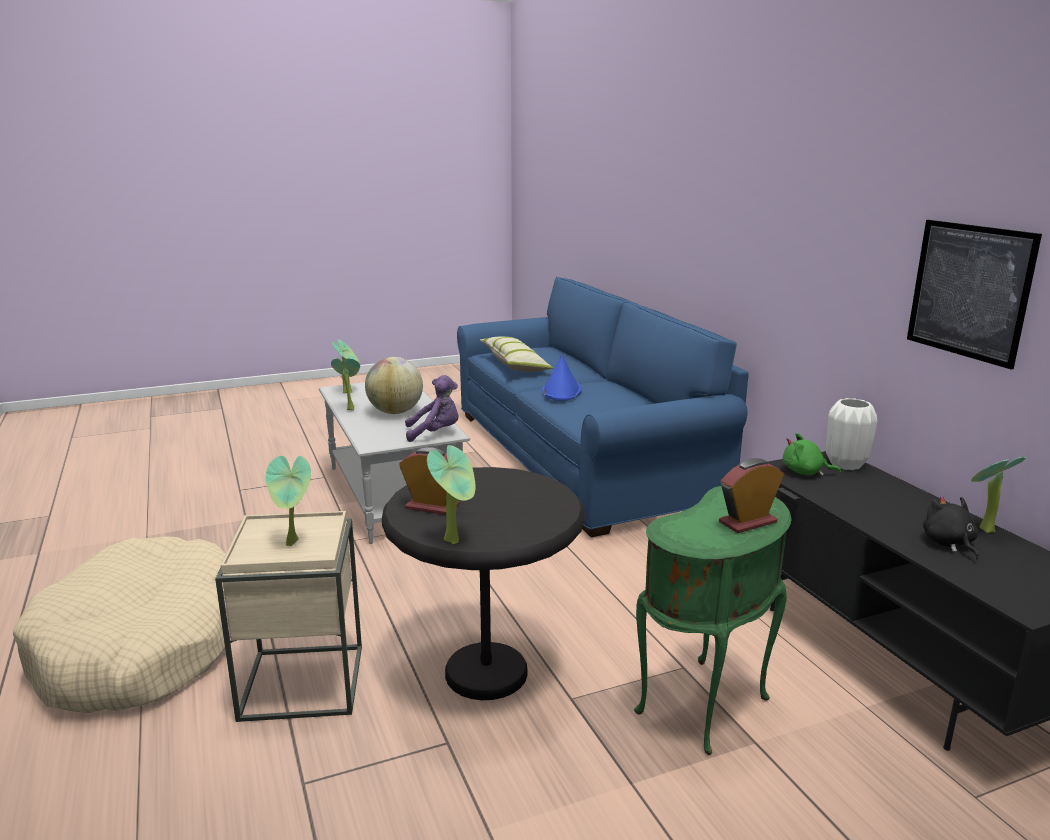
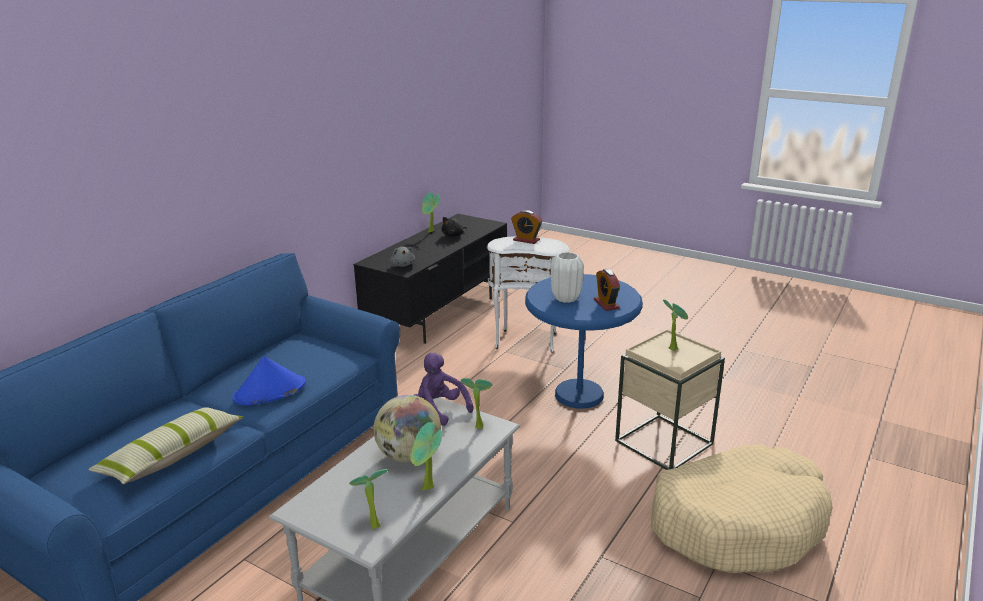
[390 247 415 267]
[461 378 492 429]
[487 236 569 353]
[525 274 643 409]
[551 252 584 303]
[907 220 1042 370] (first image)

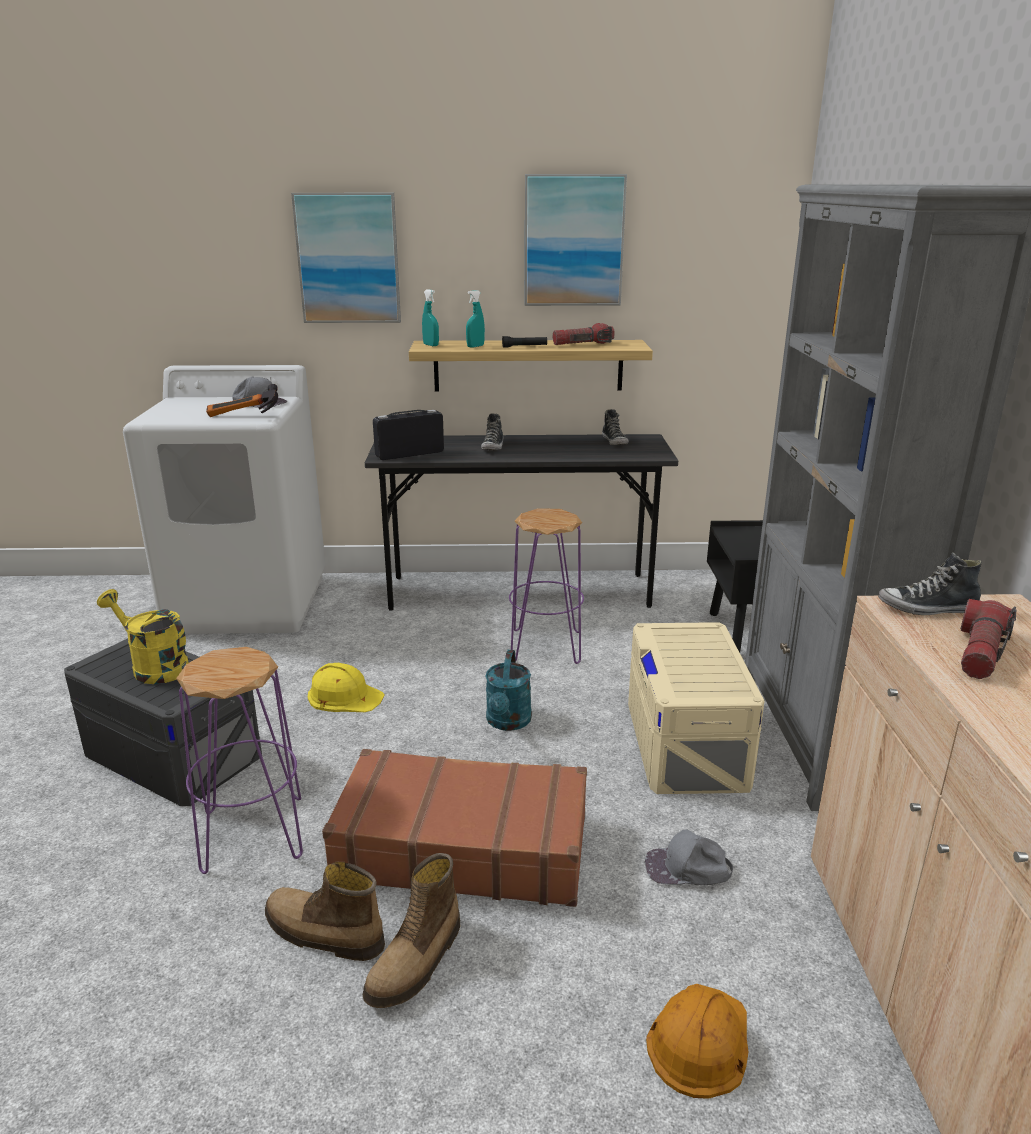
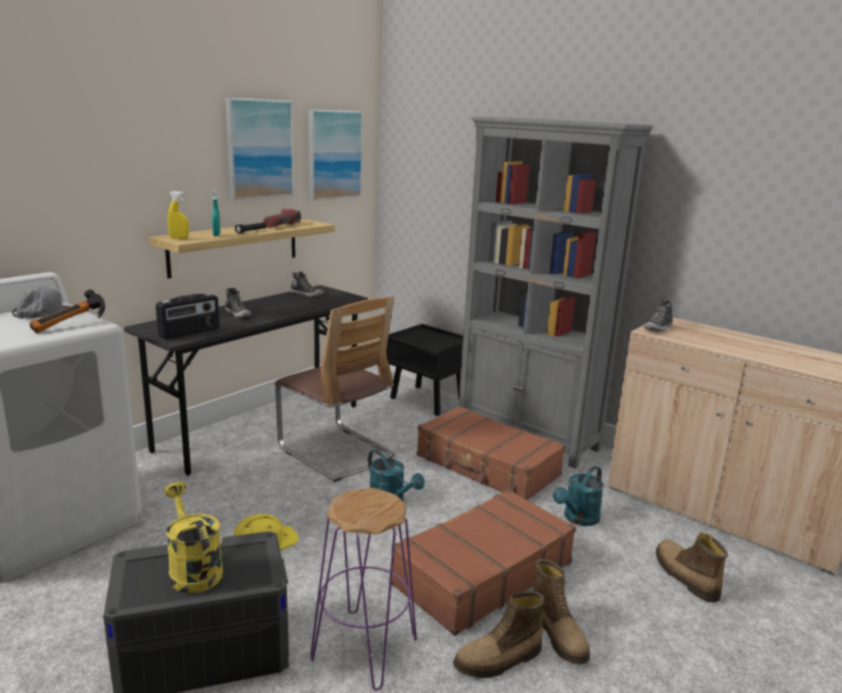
[156 293 219 340]
[164 481 223 593]
[168 191 189 239]
[275 297 395 482]
[308 109 363 200]
[417 406 565 500]
[553 466 604 526]
[656 533 728 602]
[961 599 1016 679] (first image)

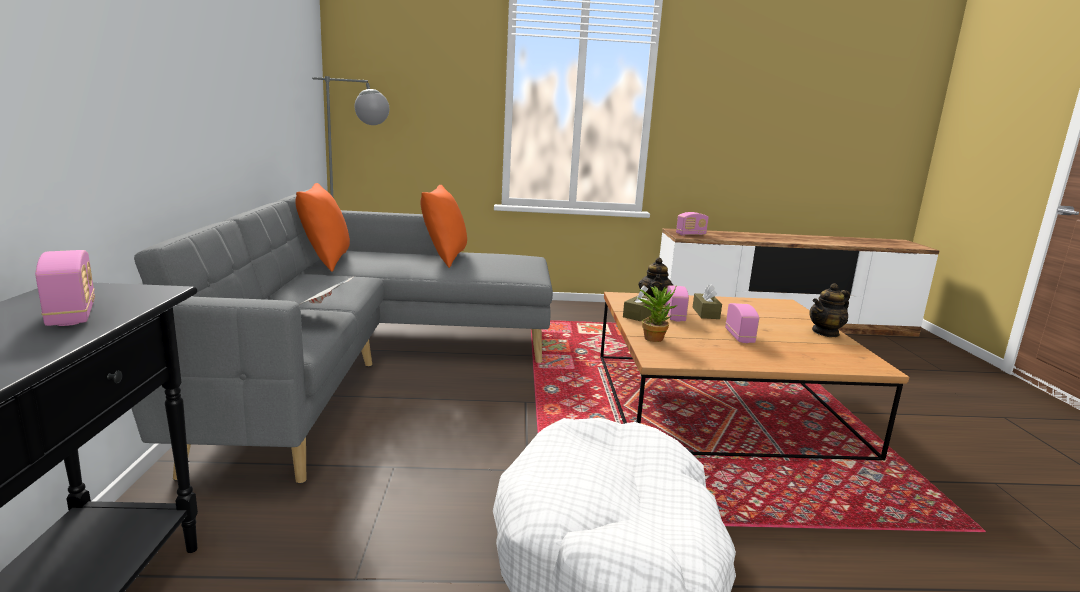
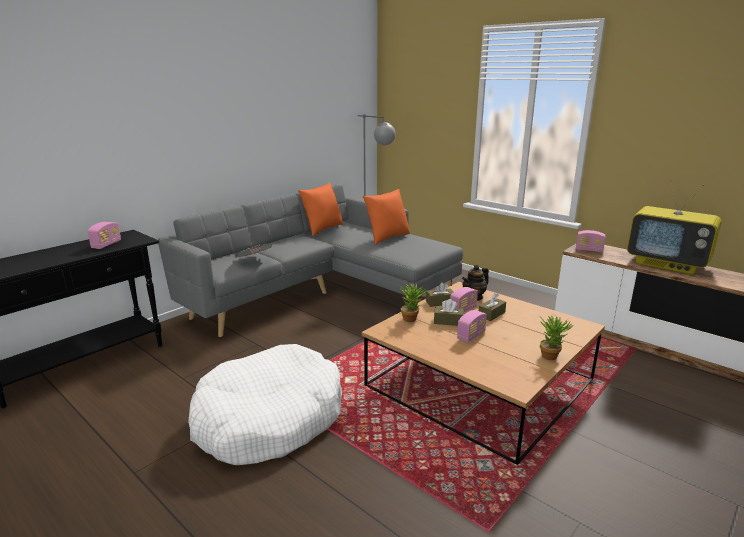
[434 299 464 326]
[539 316 574 360]
[627 180 722 275]

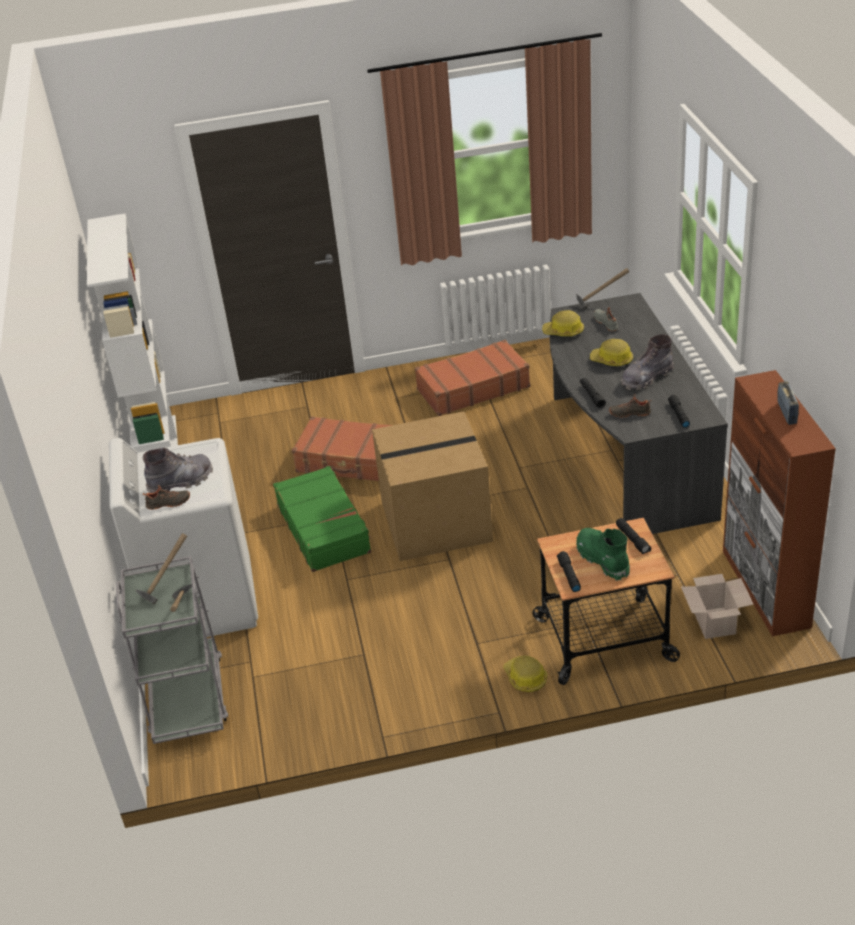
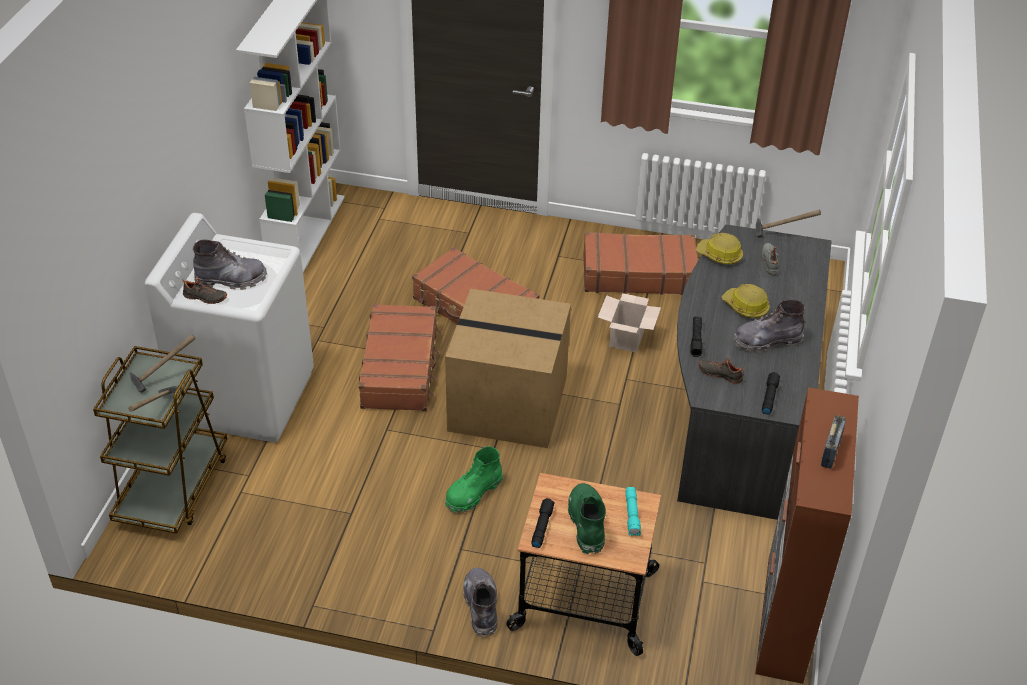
[93 346 227 534]
[358 304 441 411]
[445 446 503 513]
[463 568 498 637]
[598 293 661 353]
[625 487 641 536]

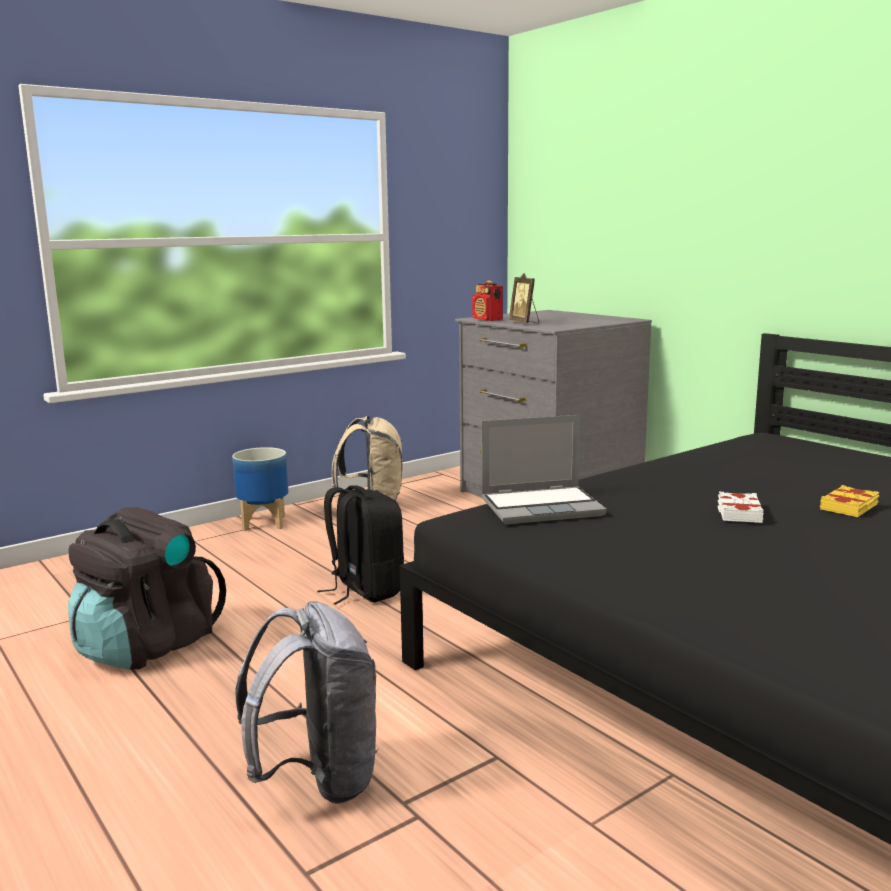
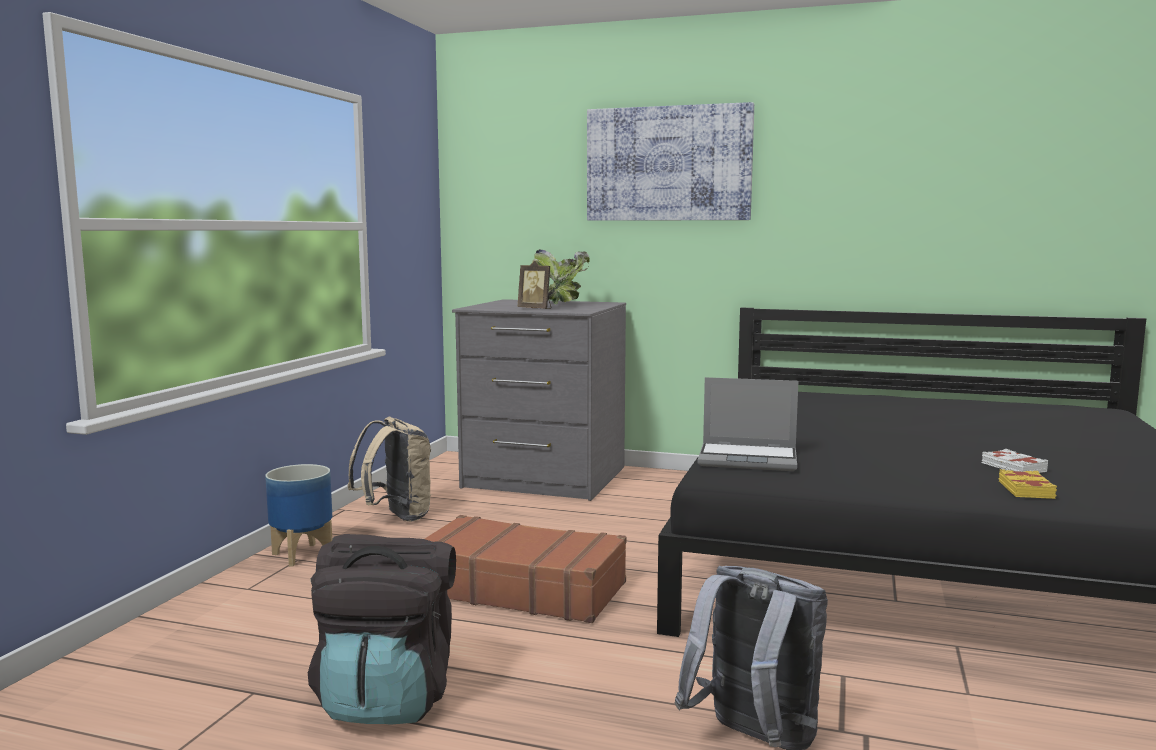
[425 515 627 623]
[531 250 590 304]
[587 102 754 221]
[697 377 798 471]
[982 449 1049 473]
[998 469 1057 499]
[472 281 503 321] (first image)

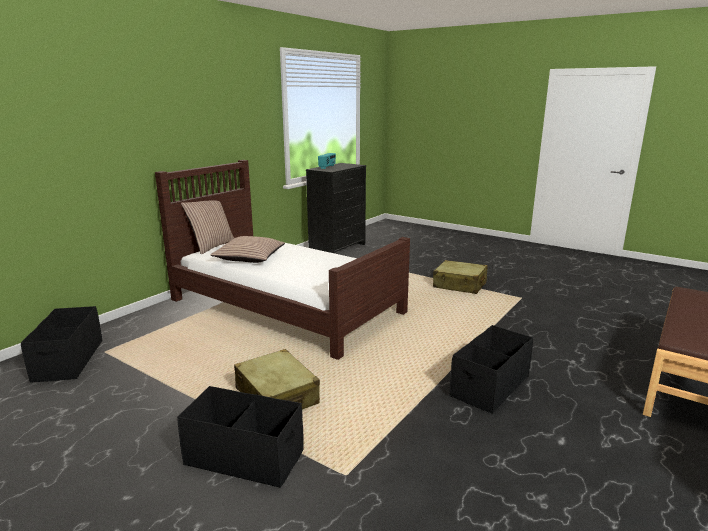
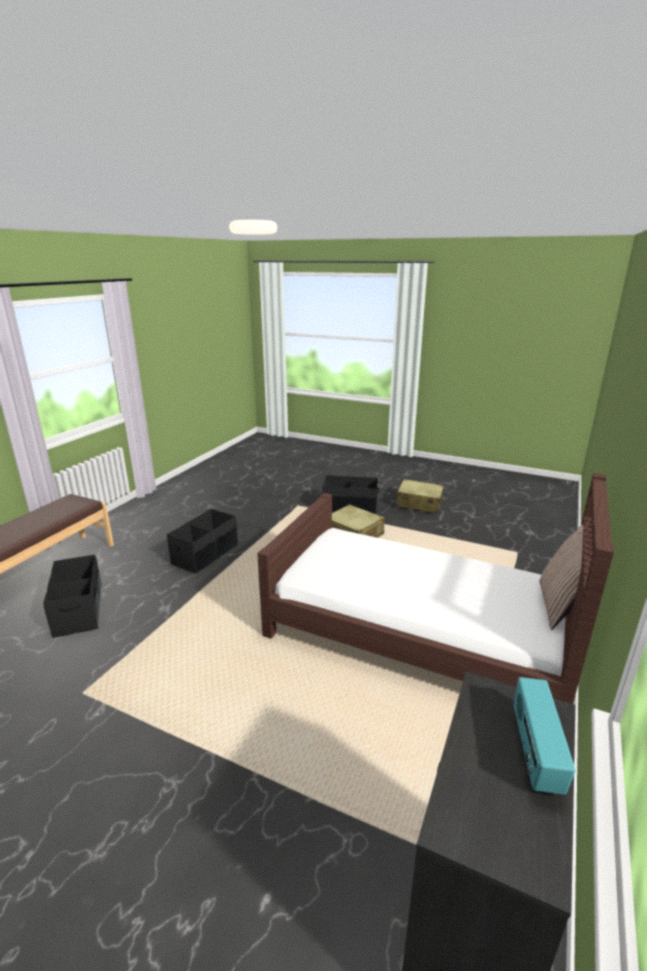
[43 555 102 638]
[396 479 444 514]
[210 236 285 263] (first image)

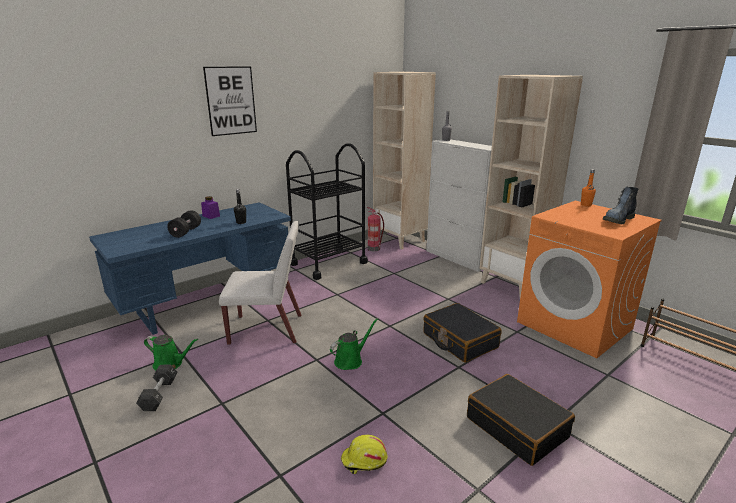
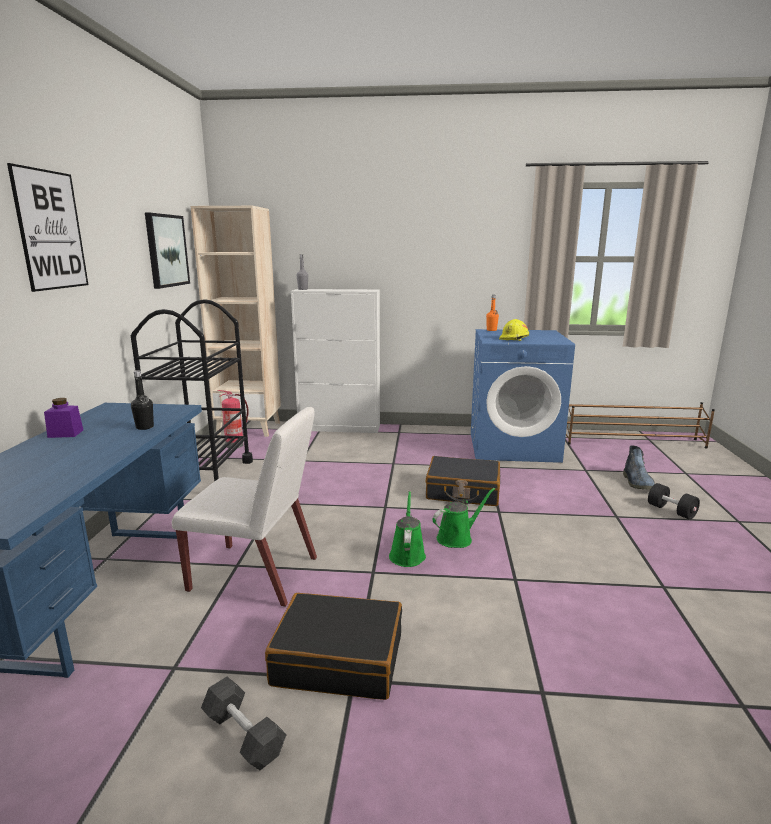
[145 213 190 289]
[172 407 317 607]
[265 593 402 700]
[433 488 495 548]
[471 329 575 463]
[499 319 529 341]
[623 446 655 490]
[648 483 700 520]
[479 75 583 297] (first image)

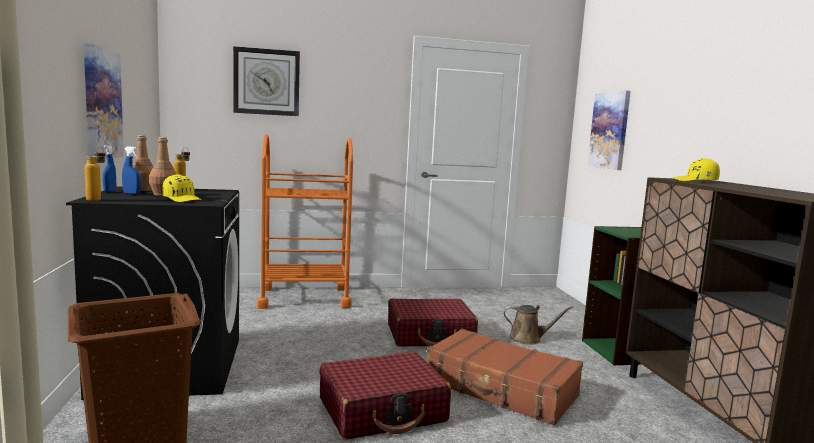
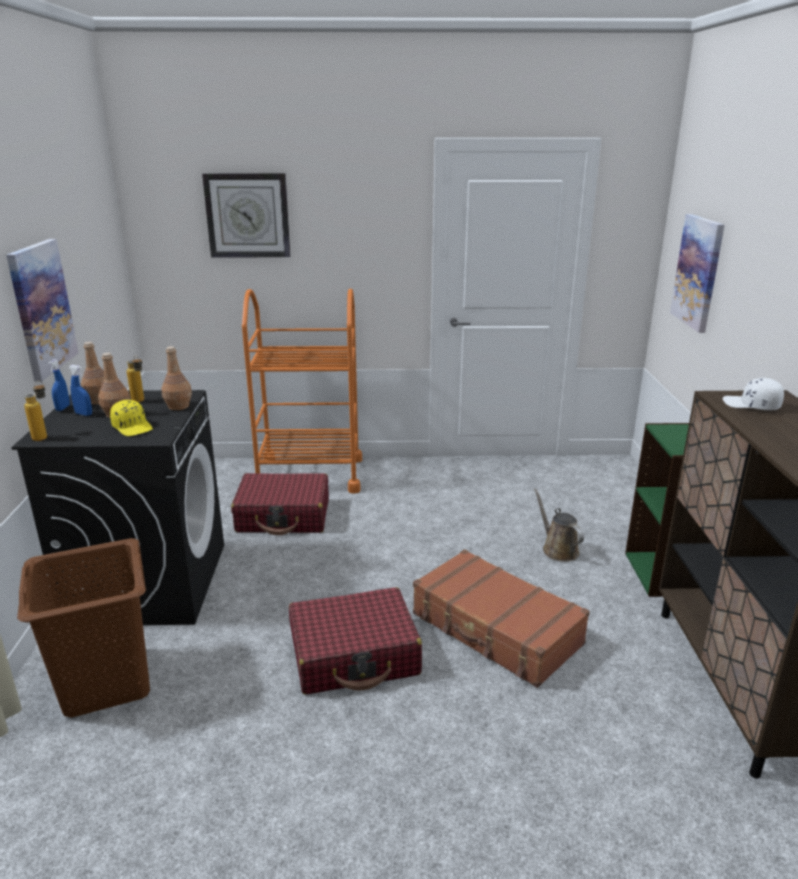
[161 346 192 410]
[231 473 329 535]
[534 488 584 562]
[723 378 784 410]

